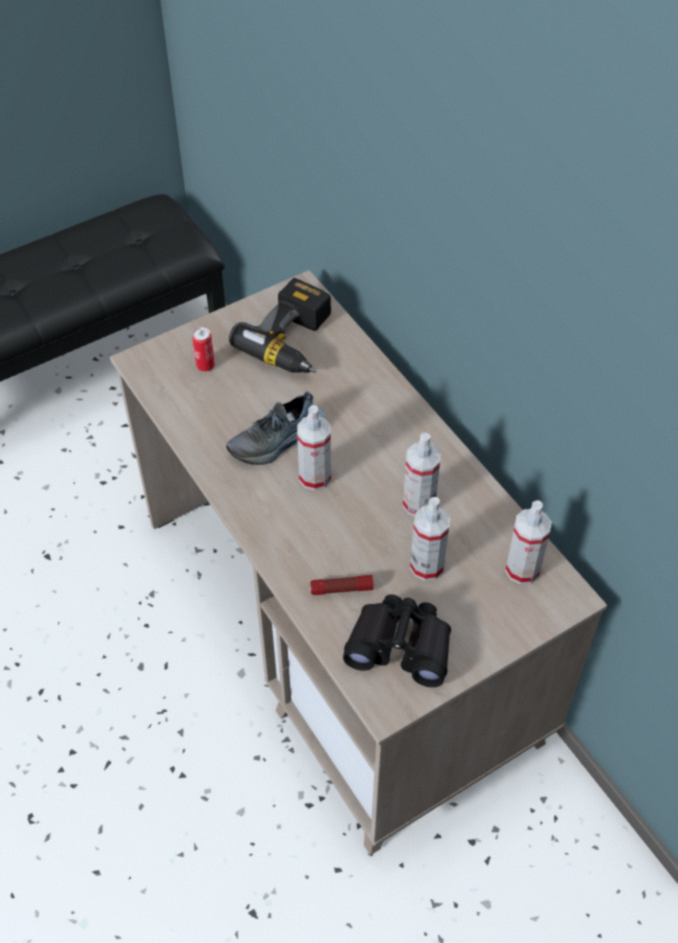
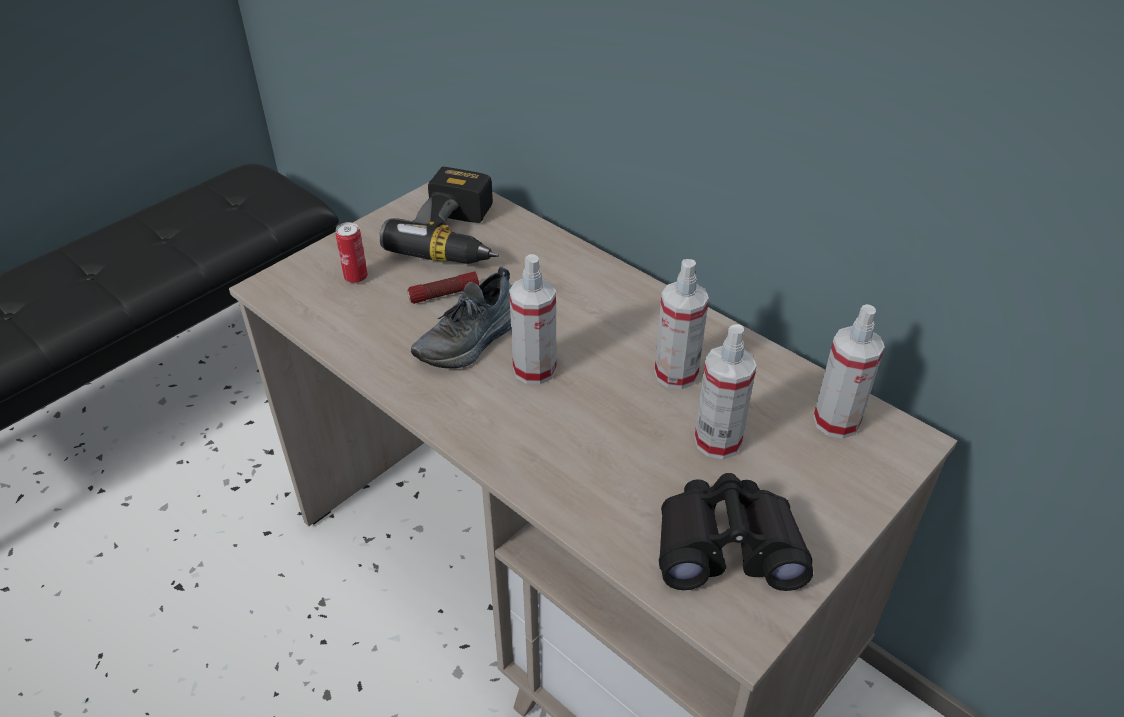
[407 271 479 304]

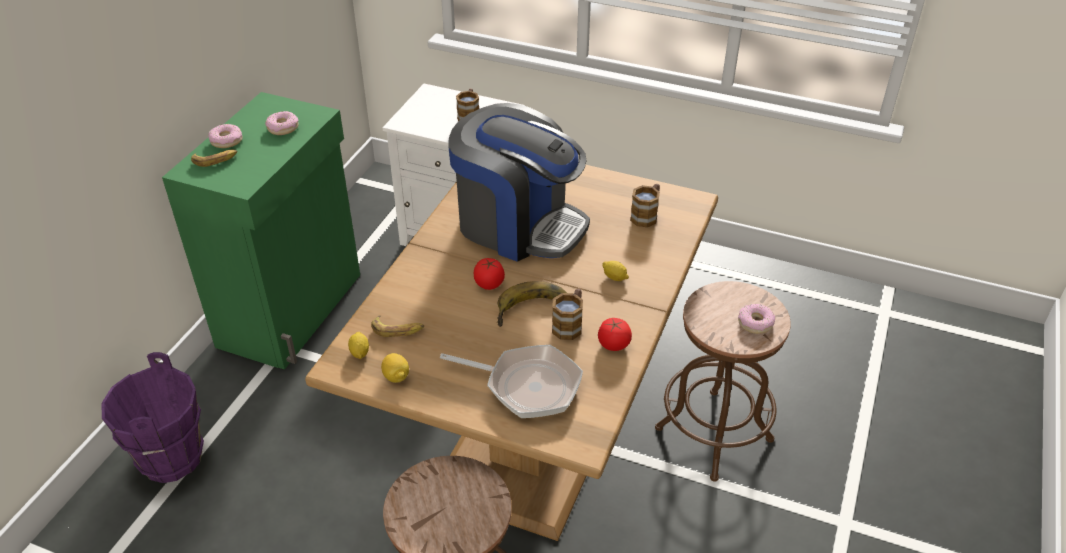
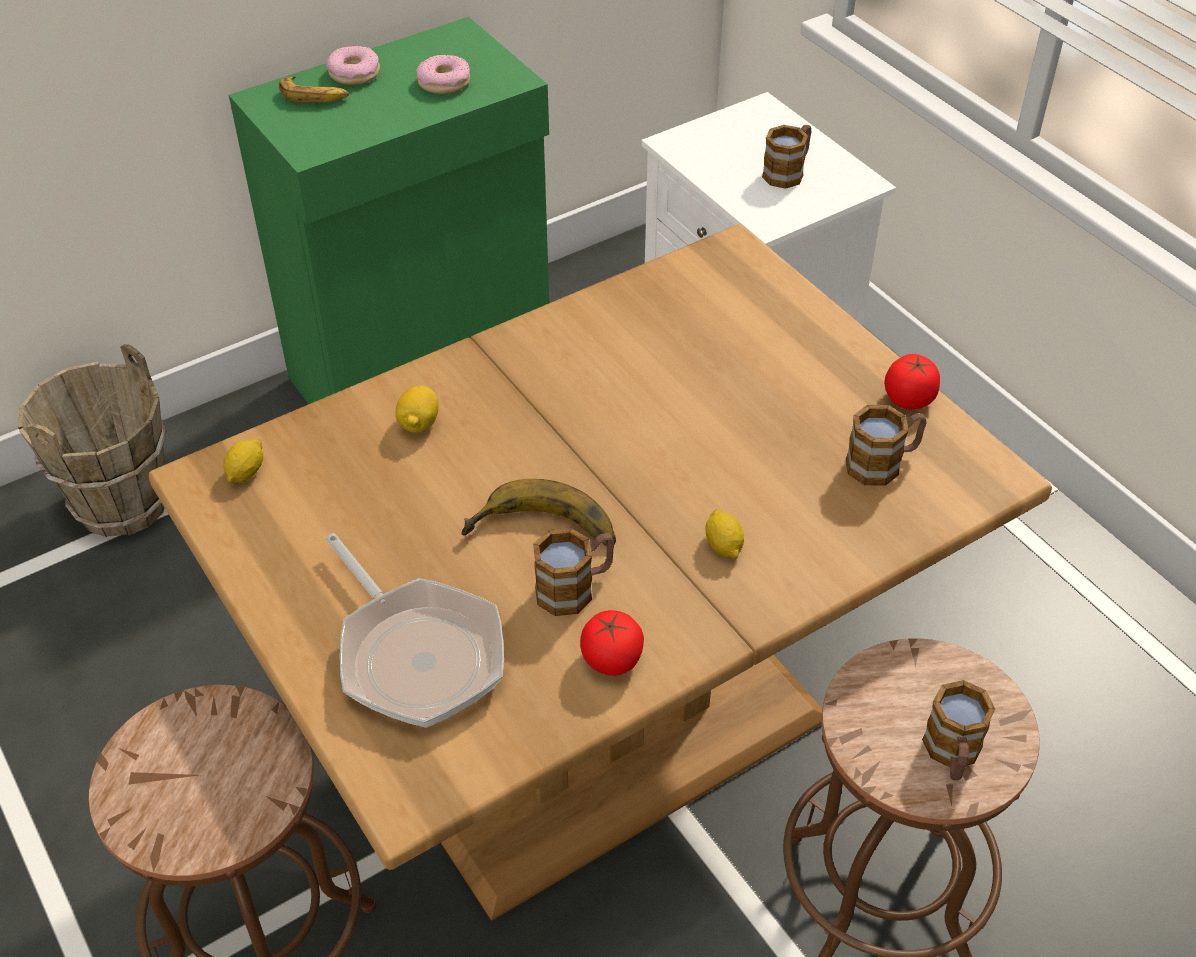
[18 345 167 537]
[395 386 439 433]
[884 354 940 409]
[922 680 995 780]
[371 316 424 337] (first image)
[448 103 590 262] (first image)

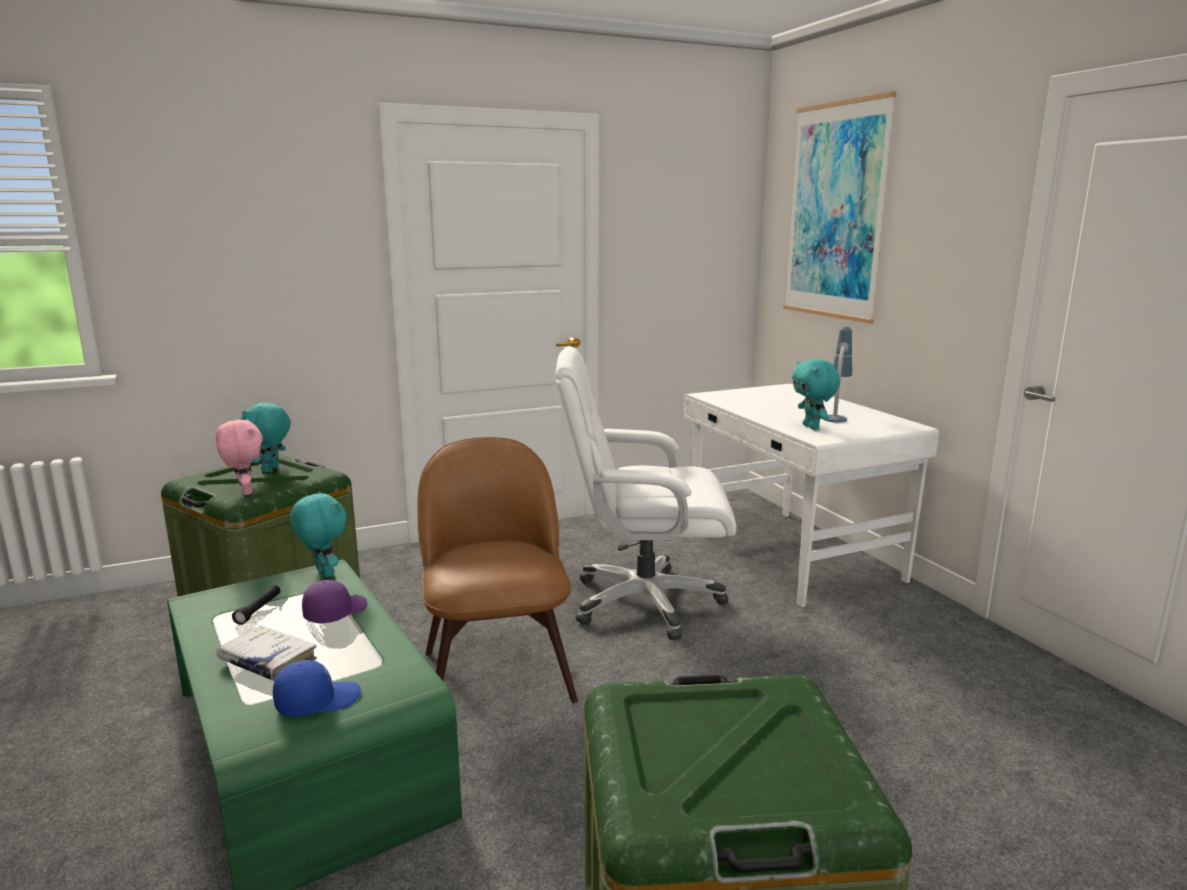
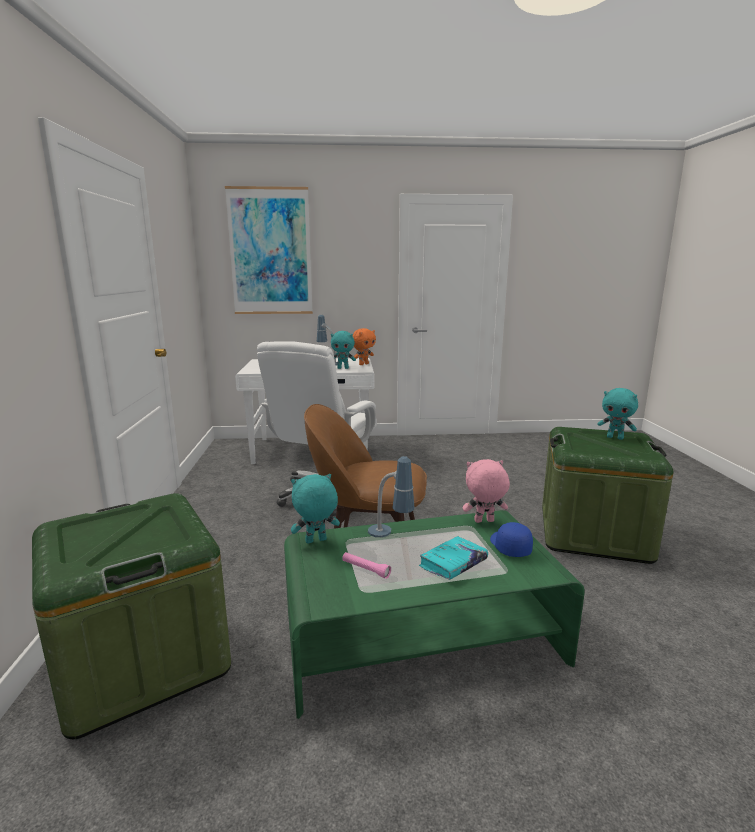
[342 552 391 579]
[352 328 376 365]
[368 456 414 537]
[419 536 488 580]
[463 459 510 523]
[597 388 638 440]

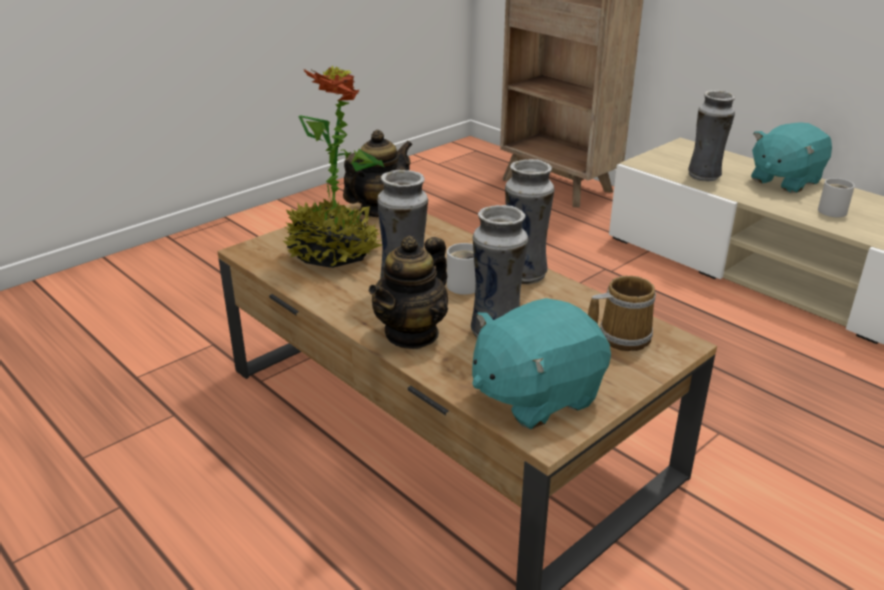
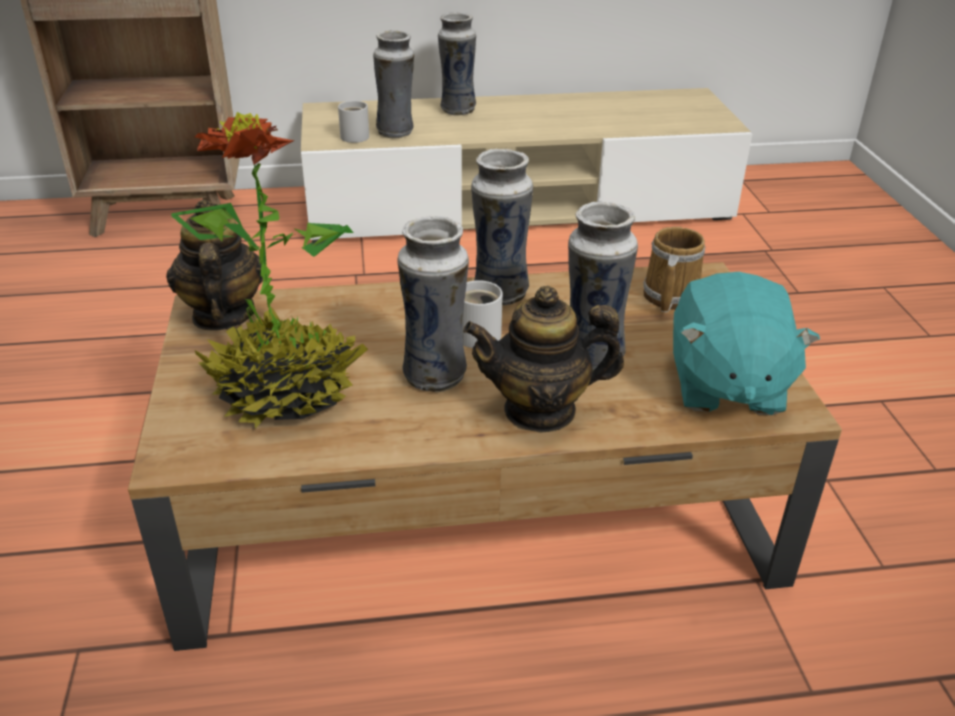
[338 101 369 143]
[438 13 476 116]
[463 286 624 433]

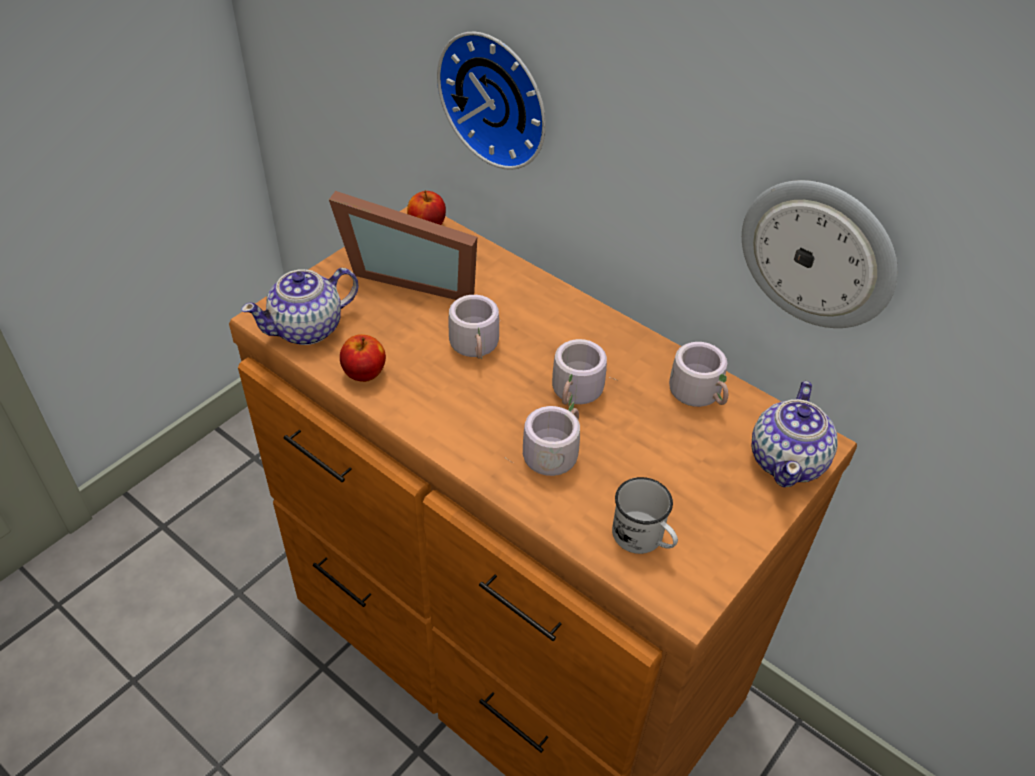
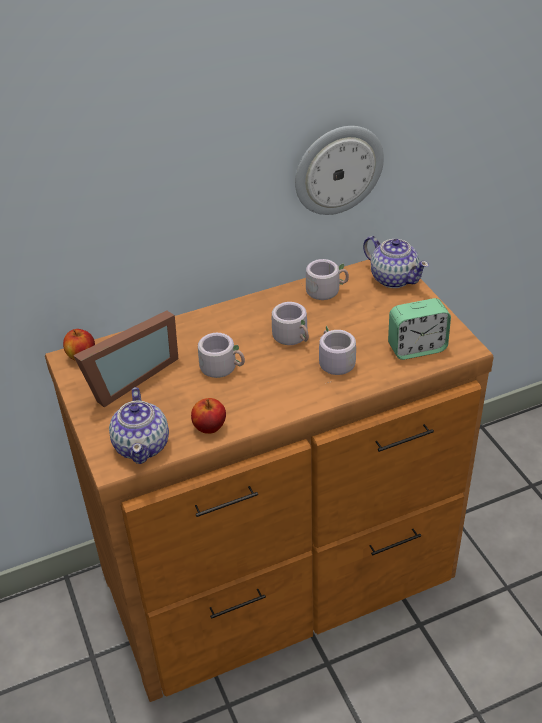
[388 298 451 360]
[437 32 546 170] (first image)

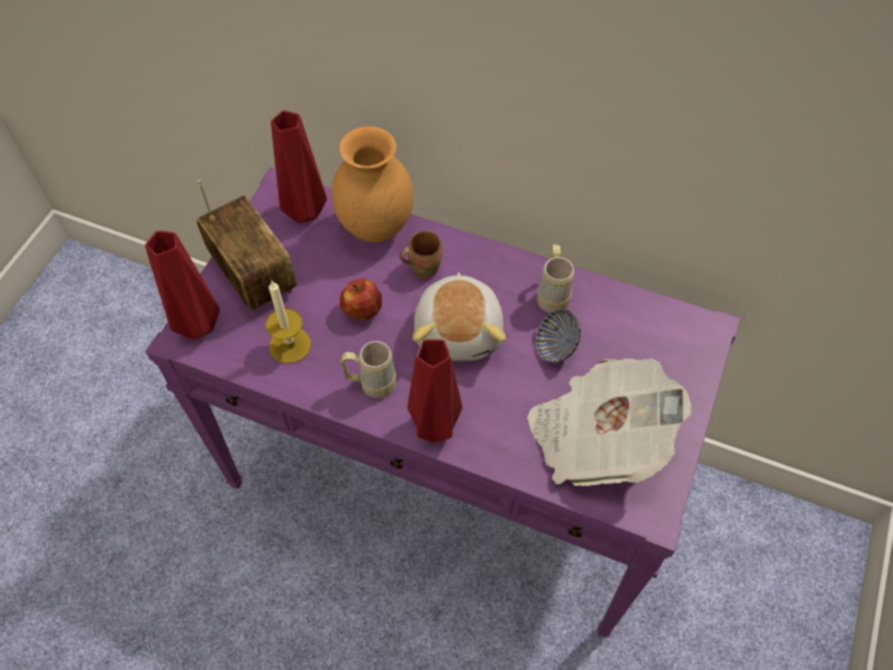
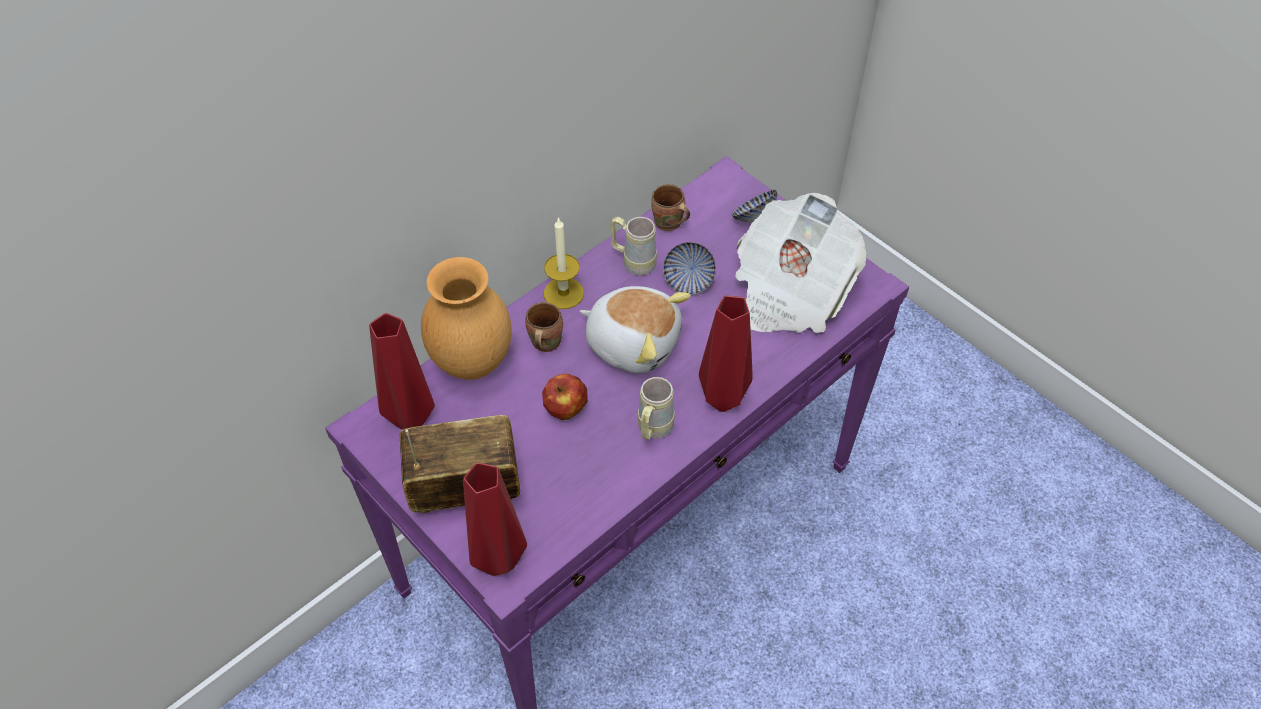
[544 217 584 309]
[651 184 690 231]
[732 190 777 222]

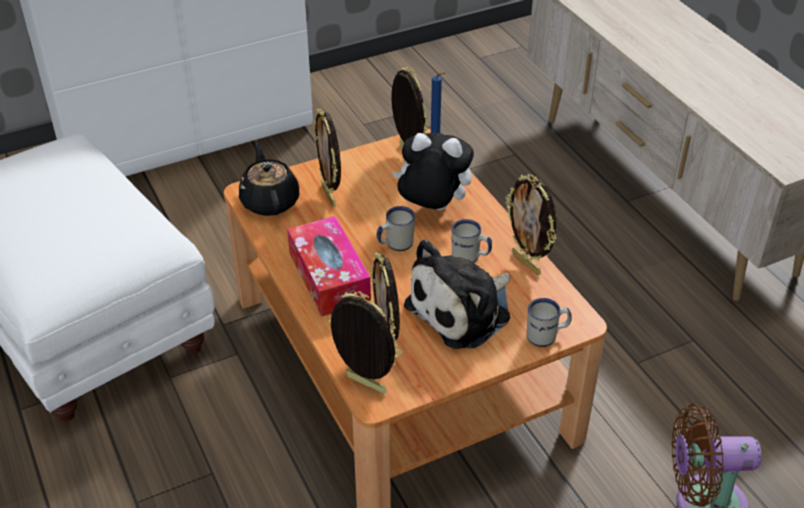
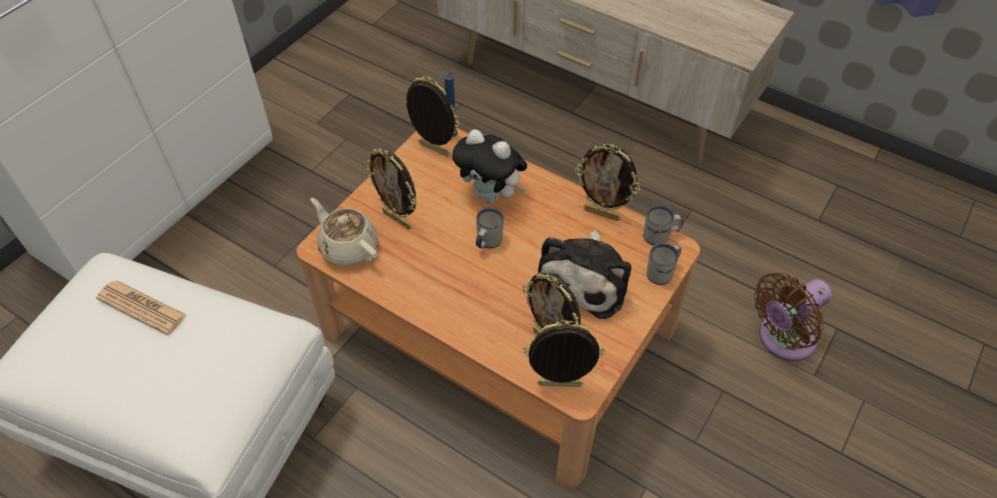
[96 280 186 335]
[311 198 378 266]
[452 129 527 203]
[644 205 683 245]
[287 216 371 317] (first image)

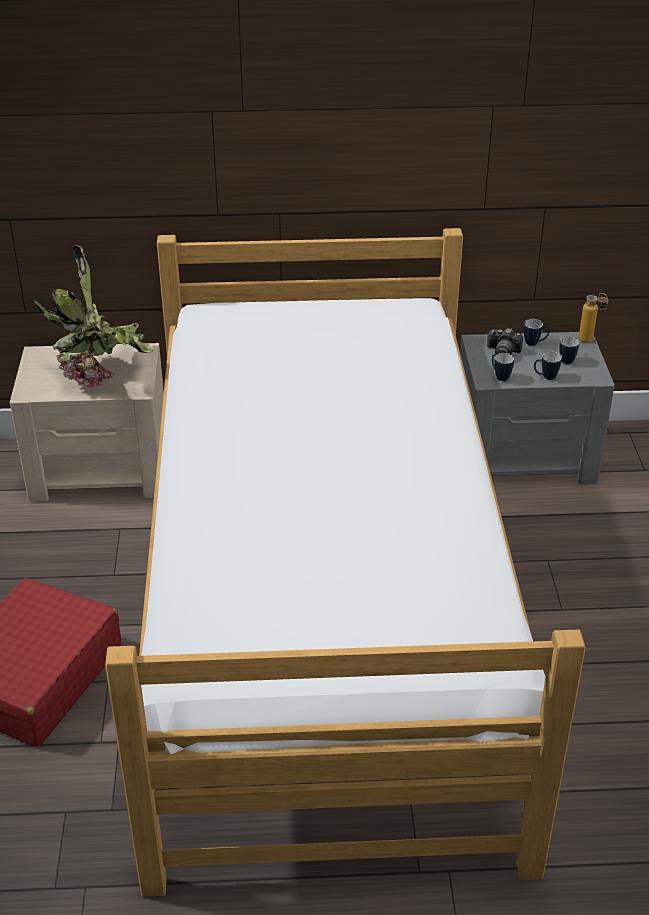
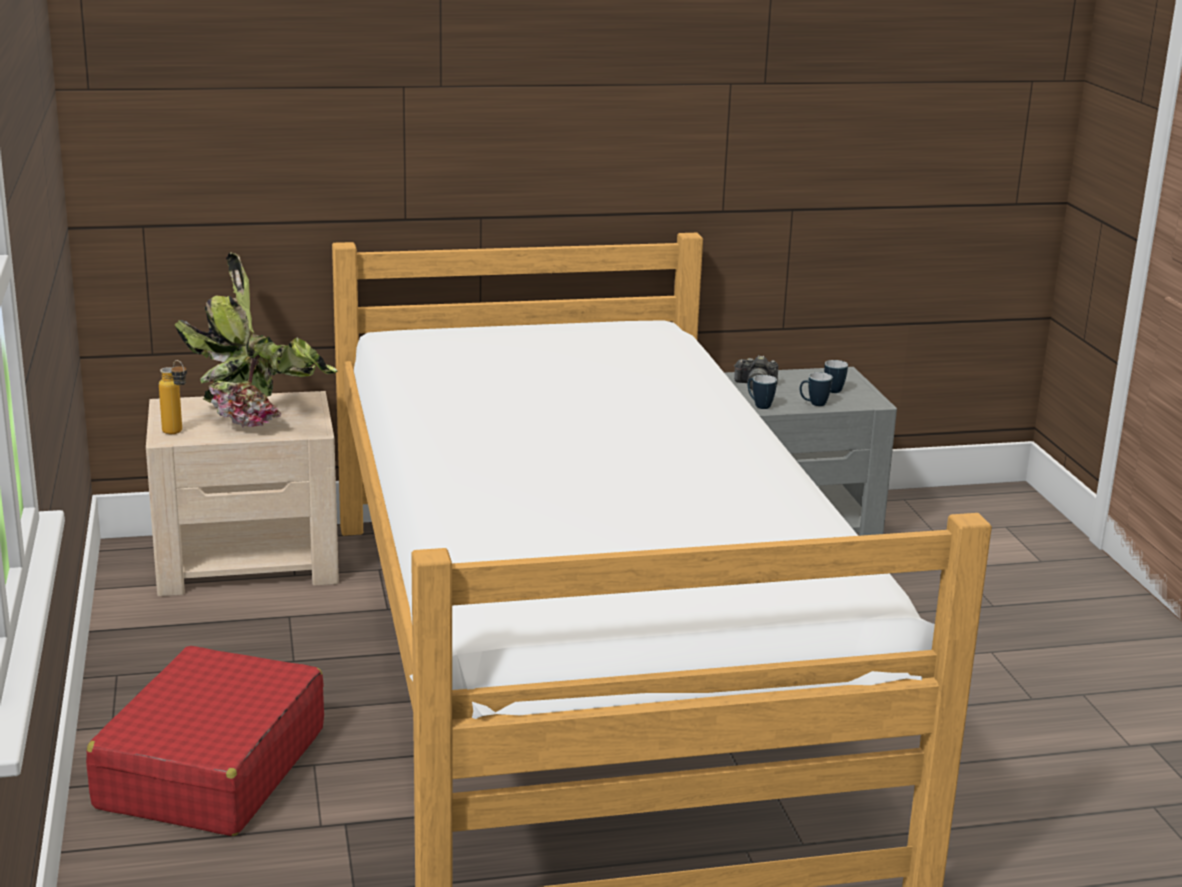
[159 360 187 434]
[524 319 550 346] (first image)

